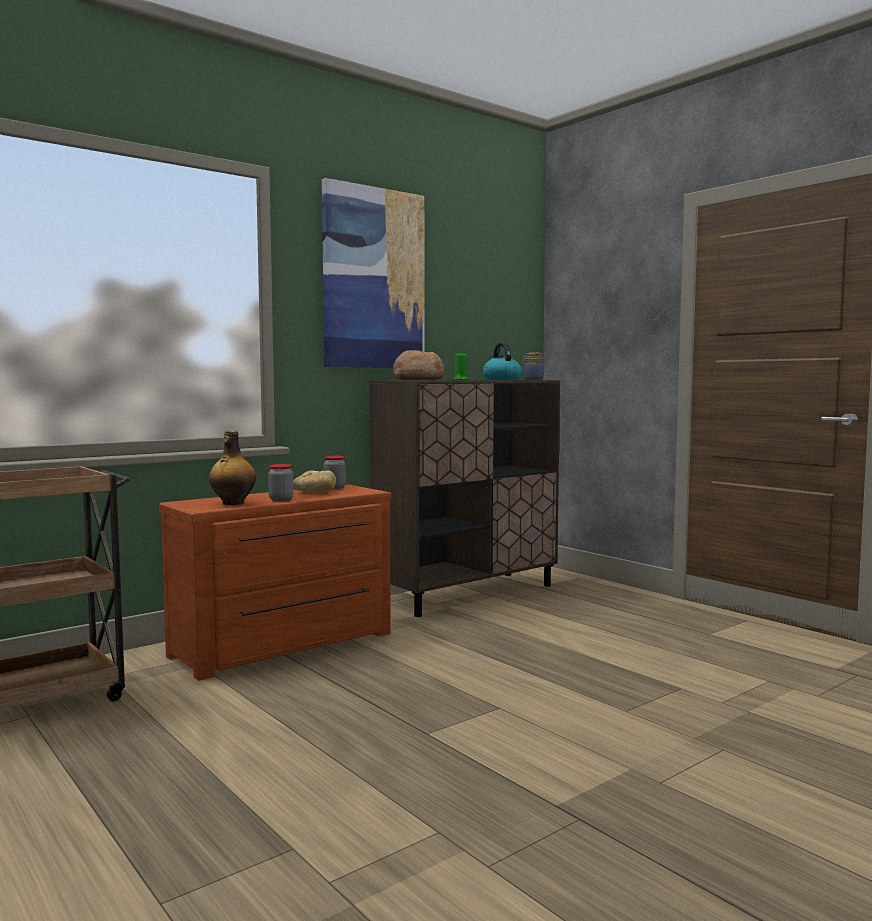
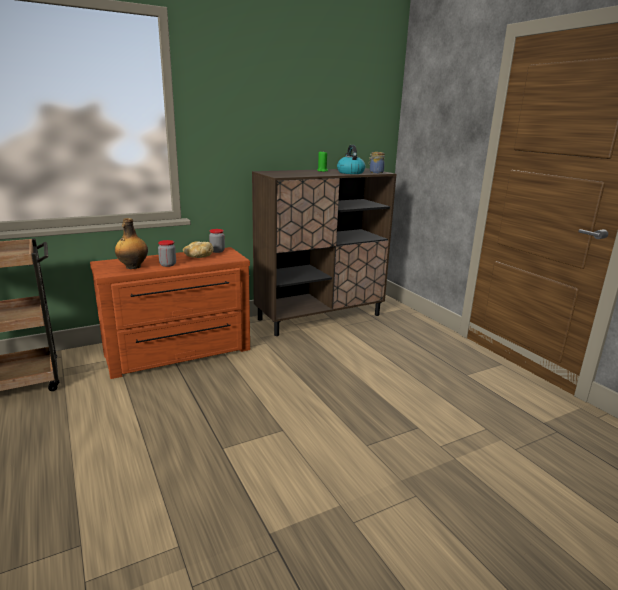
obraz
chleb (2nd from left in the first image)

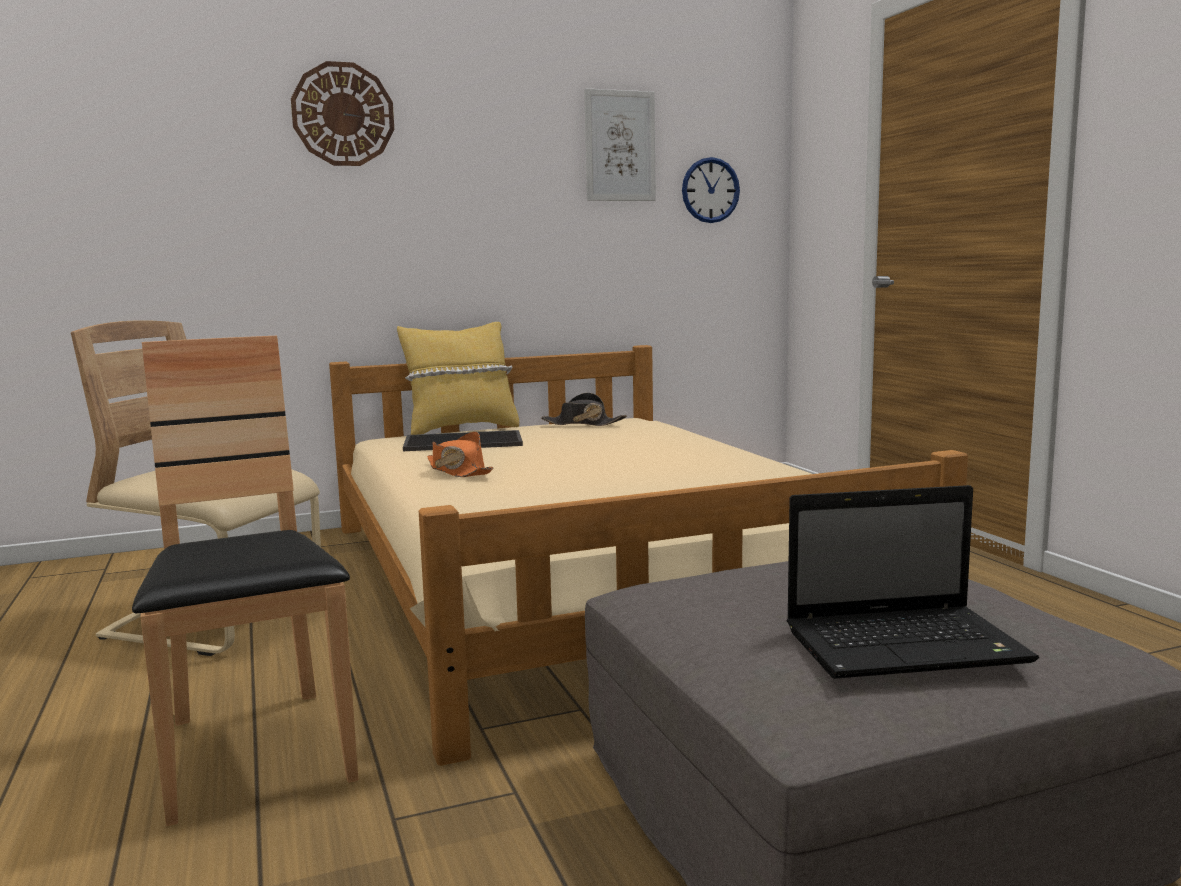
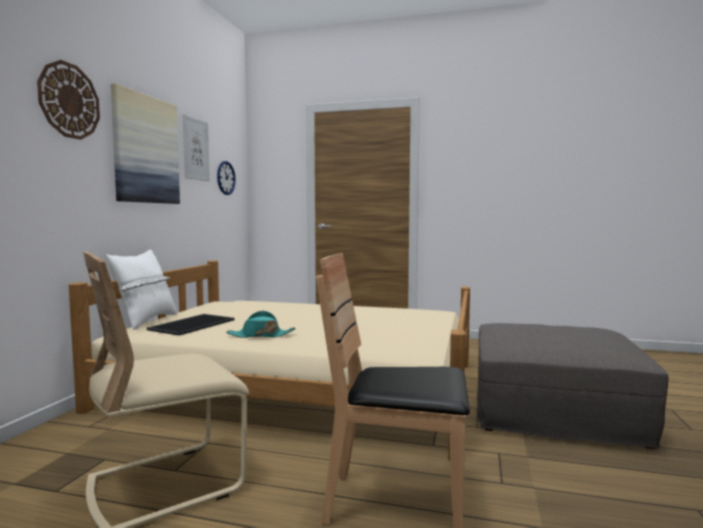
poduszka/biały
kapelusz/czarny
kapelusz/turkusowy
laptop
obraz (1st from left)

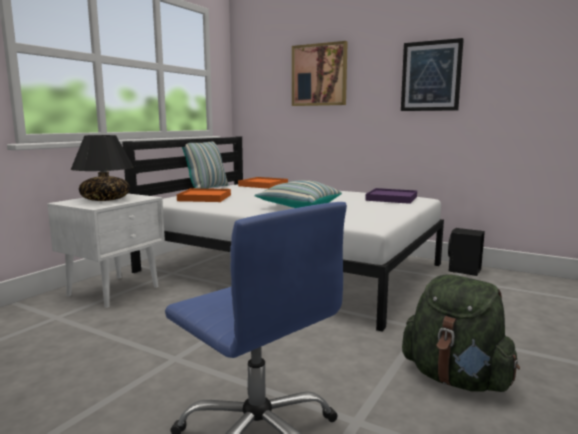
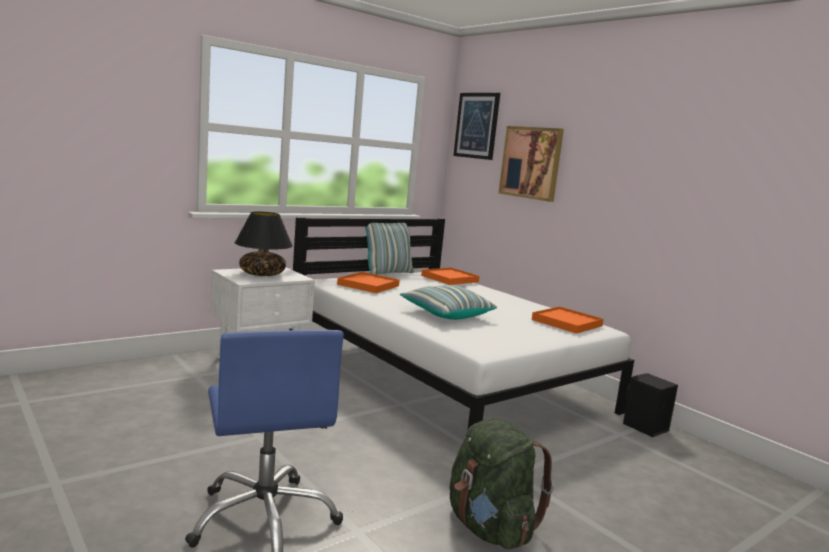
obraz (1st from left)
taca/pomarańczowy (3rd from left)

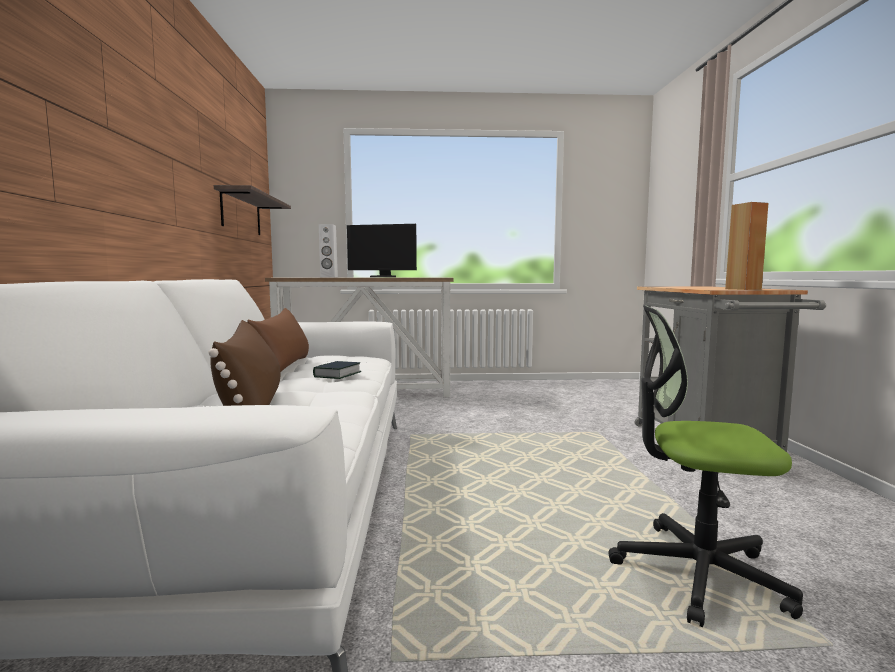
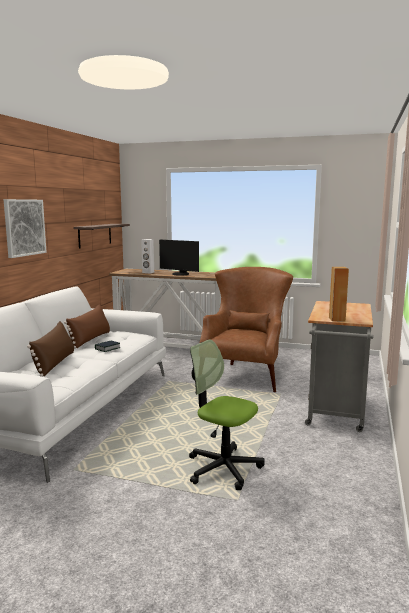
obraz
fotel/brązowy

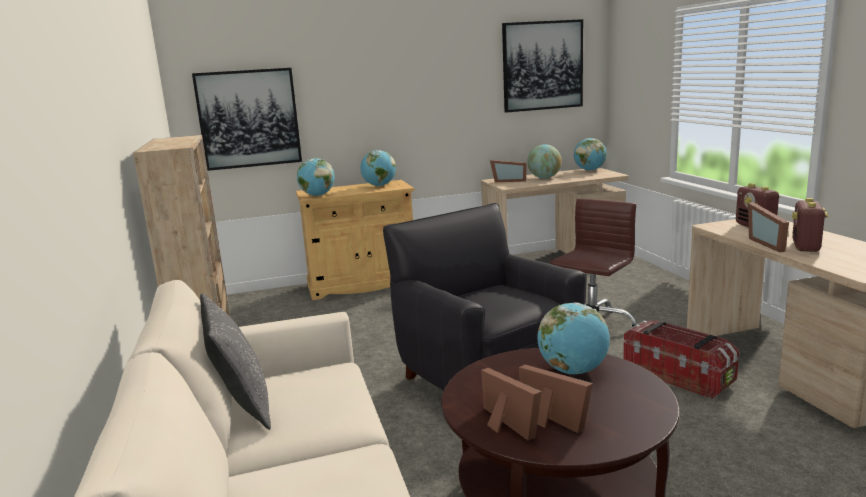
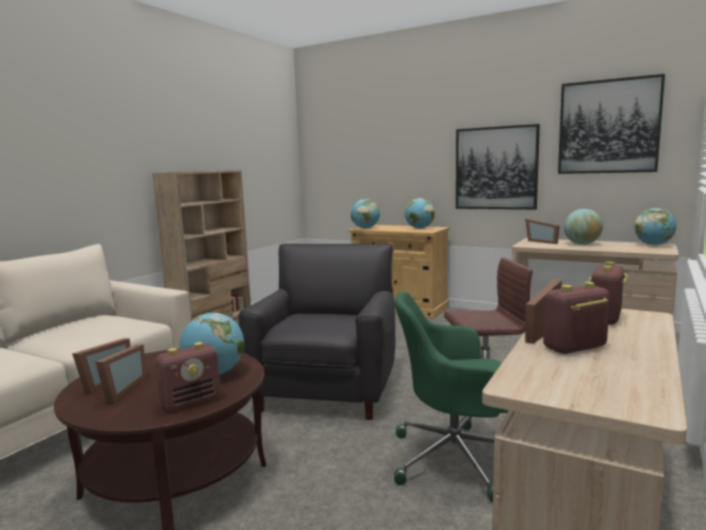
obraz (1st from left)
poduszka/szary
krzesło biurowe/zielony
radio (1st from left)

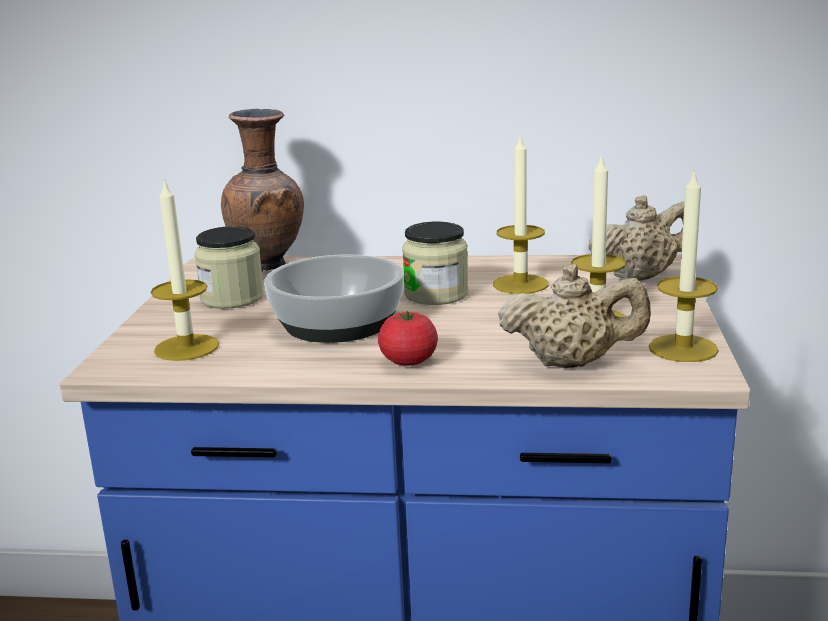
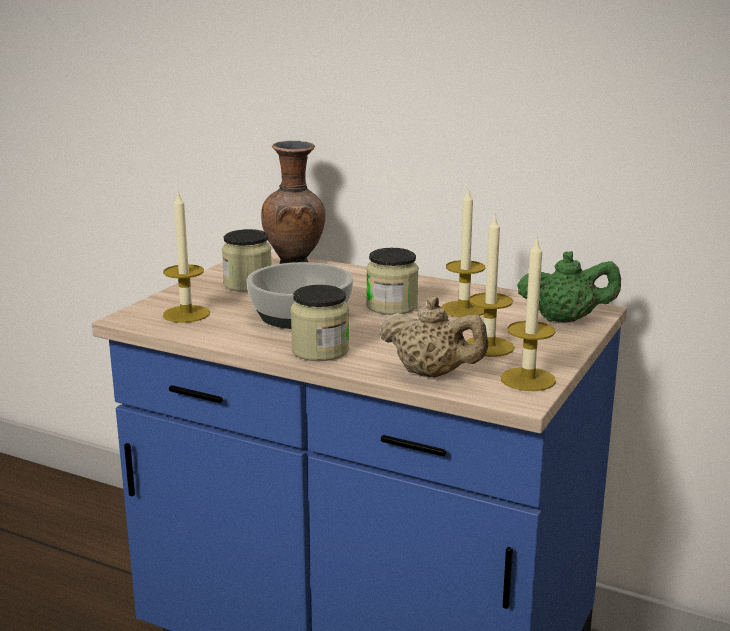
imbryk/zielony
słoik (2nd from left)

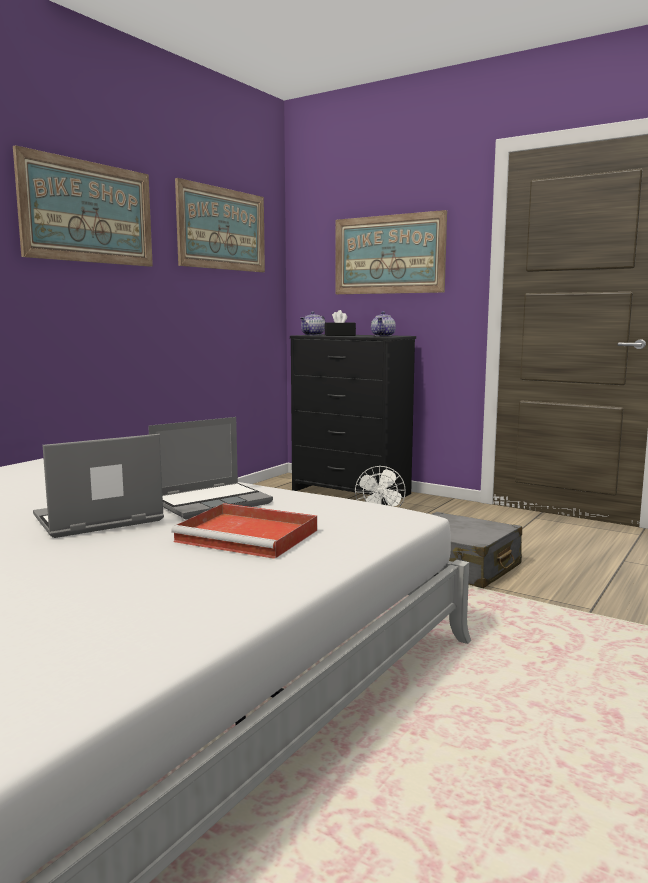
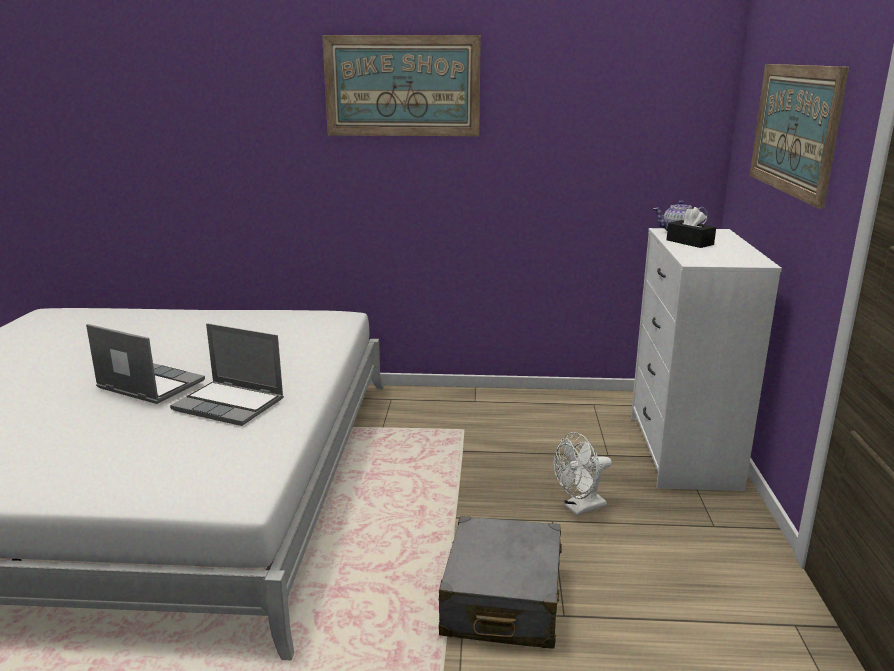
obraz (2nd from left in the first image)
imbryk (2nd from left in the first image)
komoda/biały
taca/czerwony

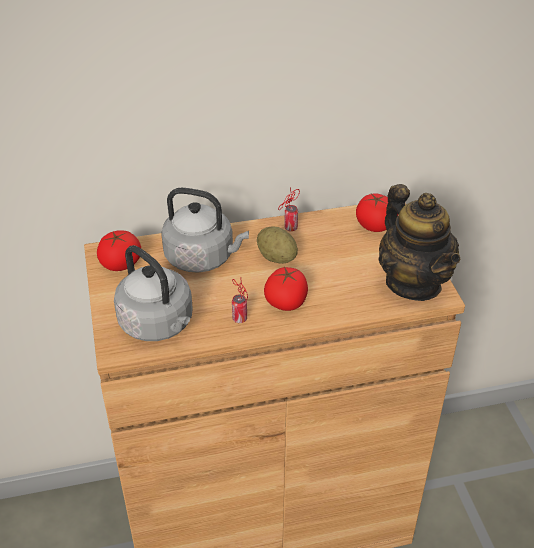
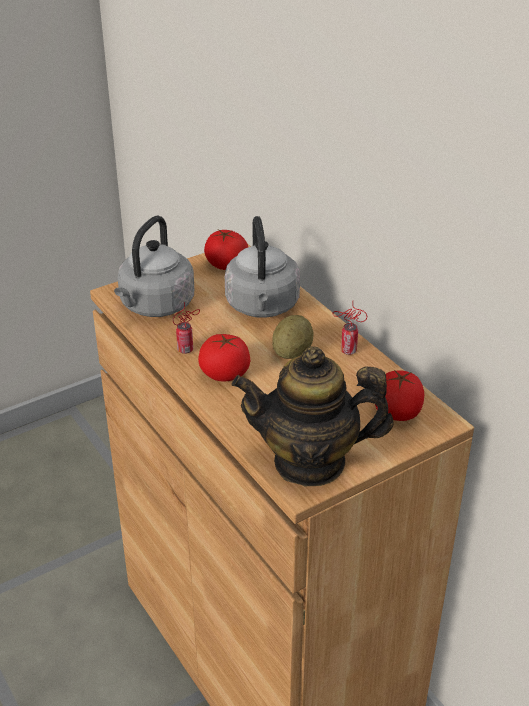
imbryk

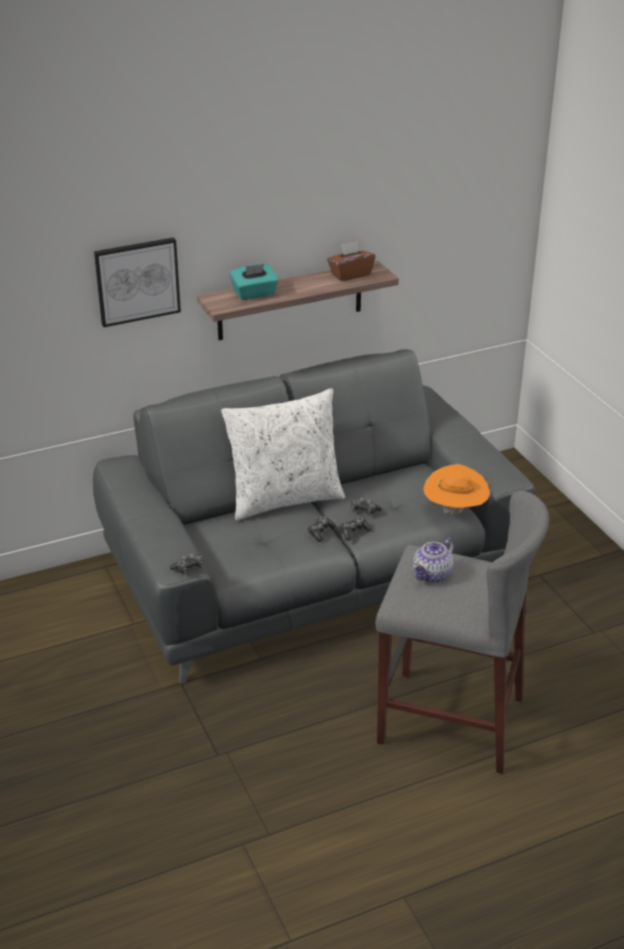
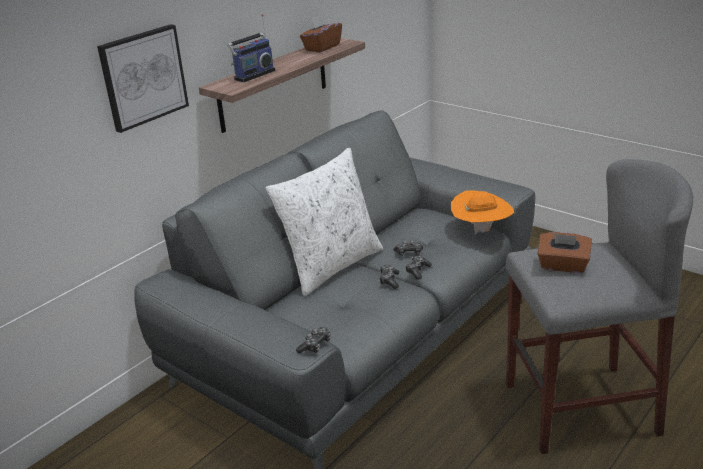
radio
pudełko chusteczek/brązowy (2nd from left)

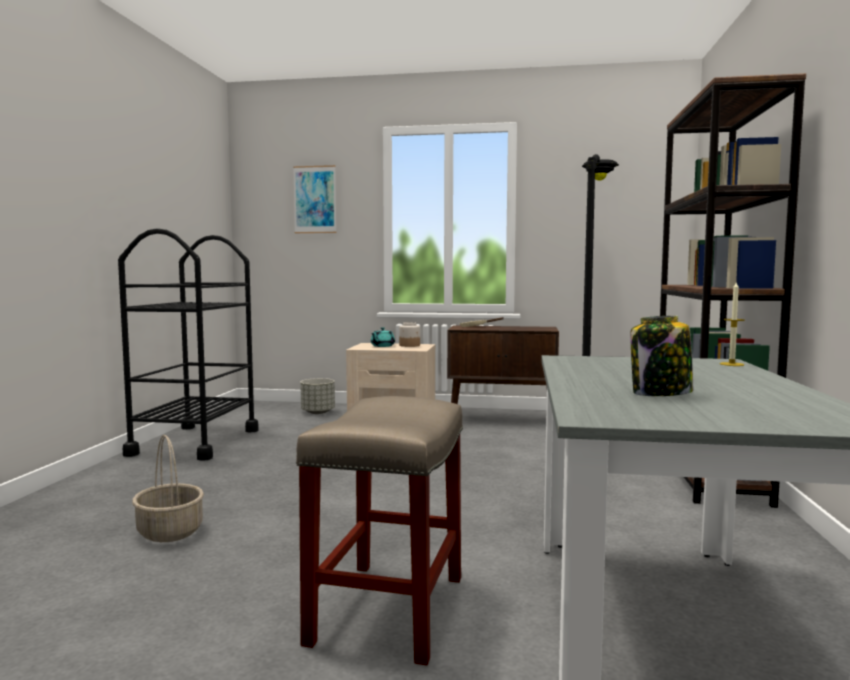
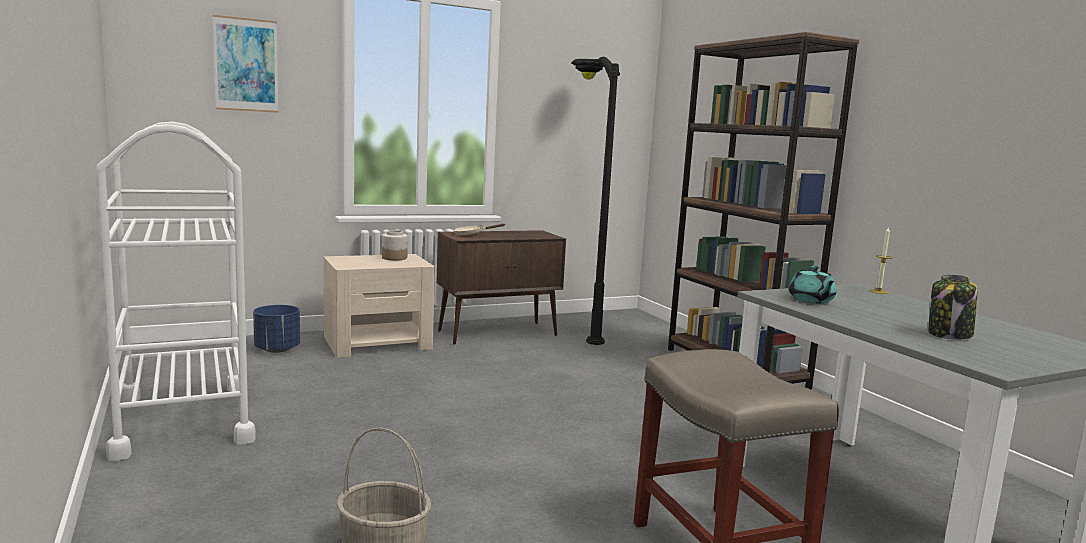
wózek/biały
imbryk/turkusowy
donica/niebieski

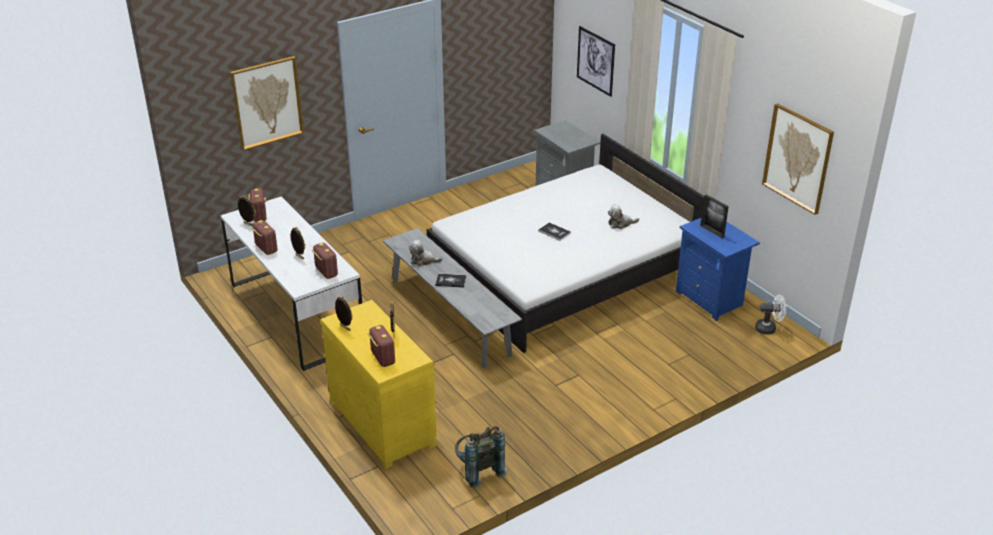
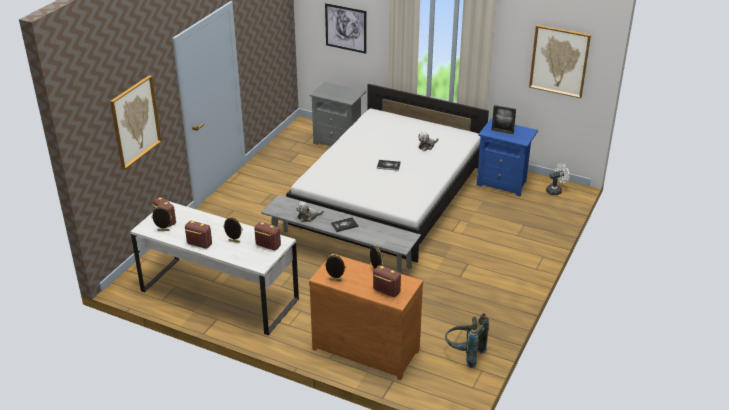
komoda/brązowy

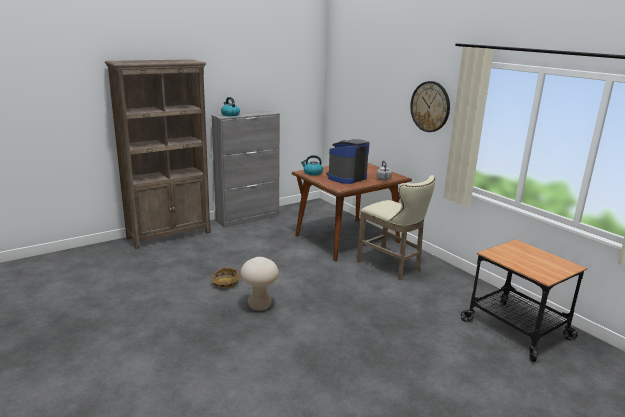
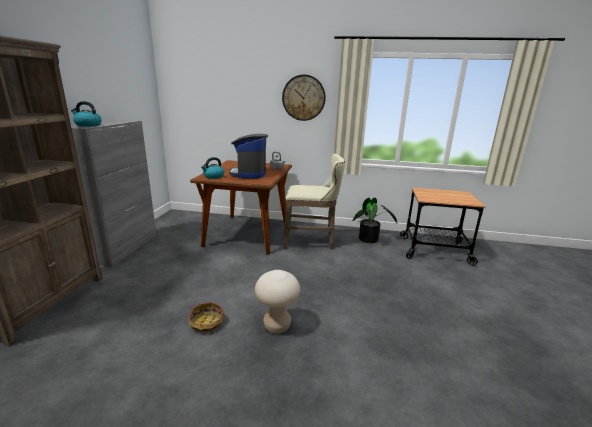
roślina doniczkowa

